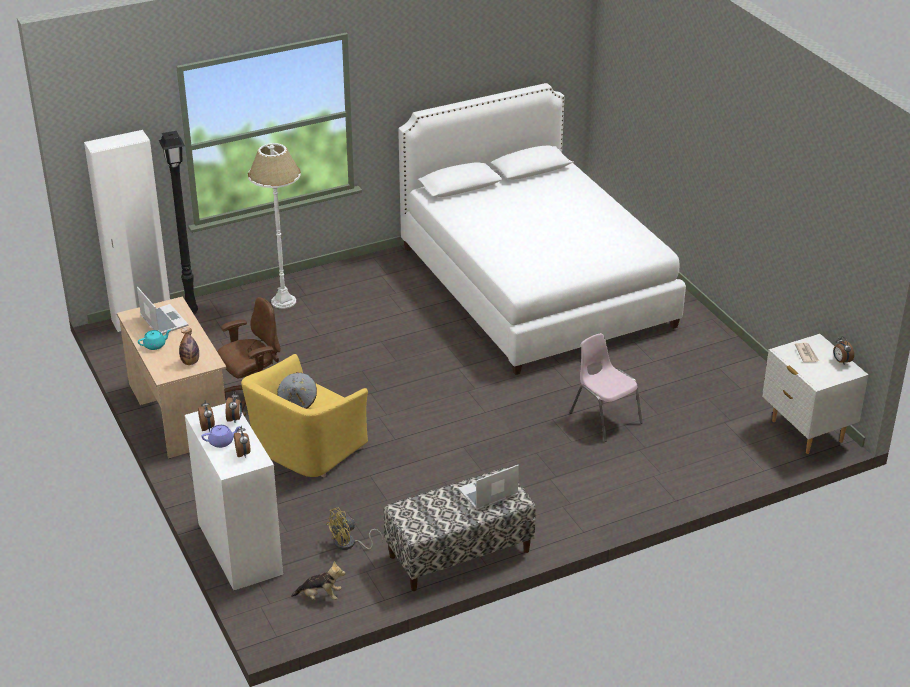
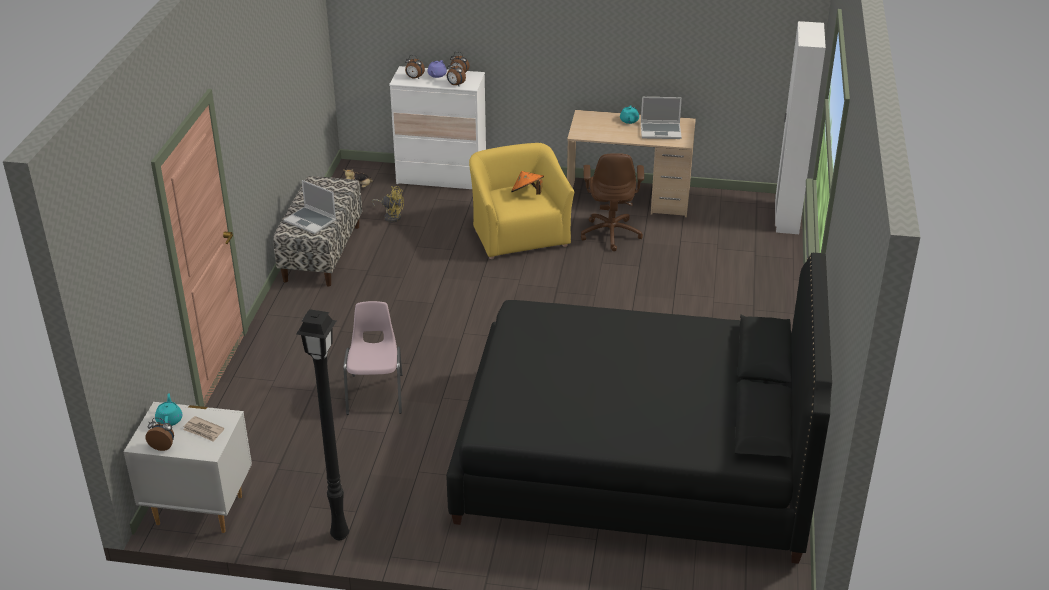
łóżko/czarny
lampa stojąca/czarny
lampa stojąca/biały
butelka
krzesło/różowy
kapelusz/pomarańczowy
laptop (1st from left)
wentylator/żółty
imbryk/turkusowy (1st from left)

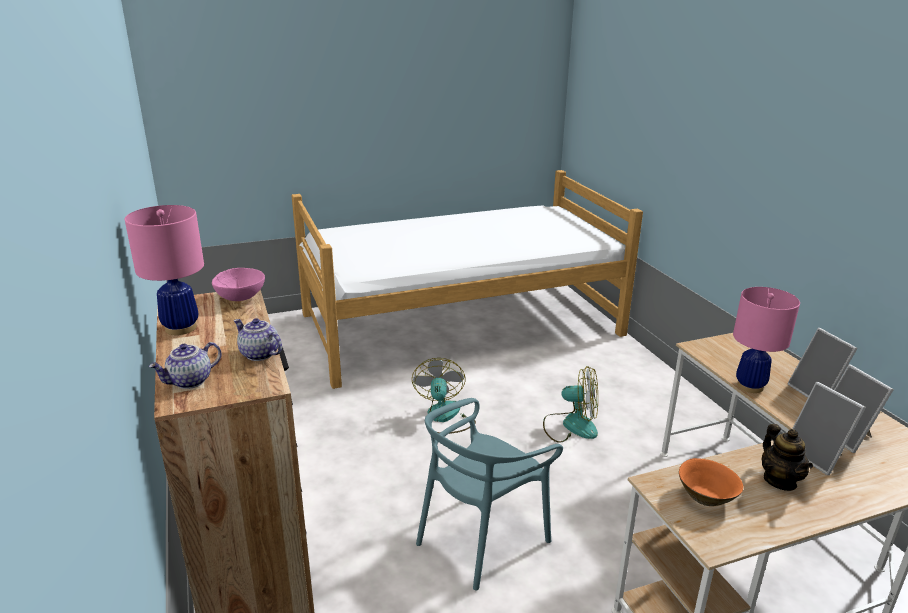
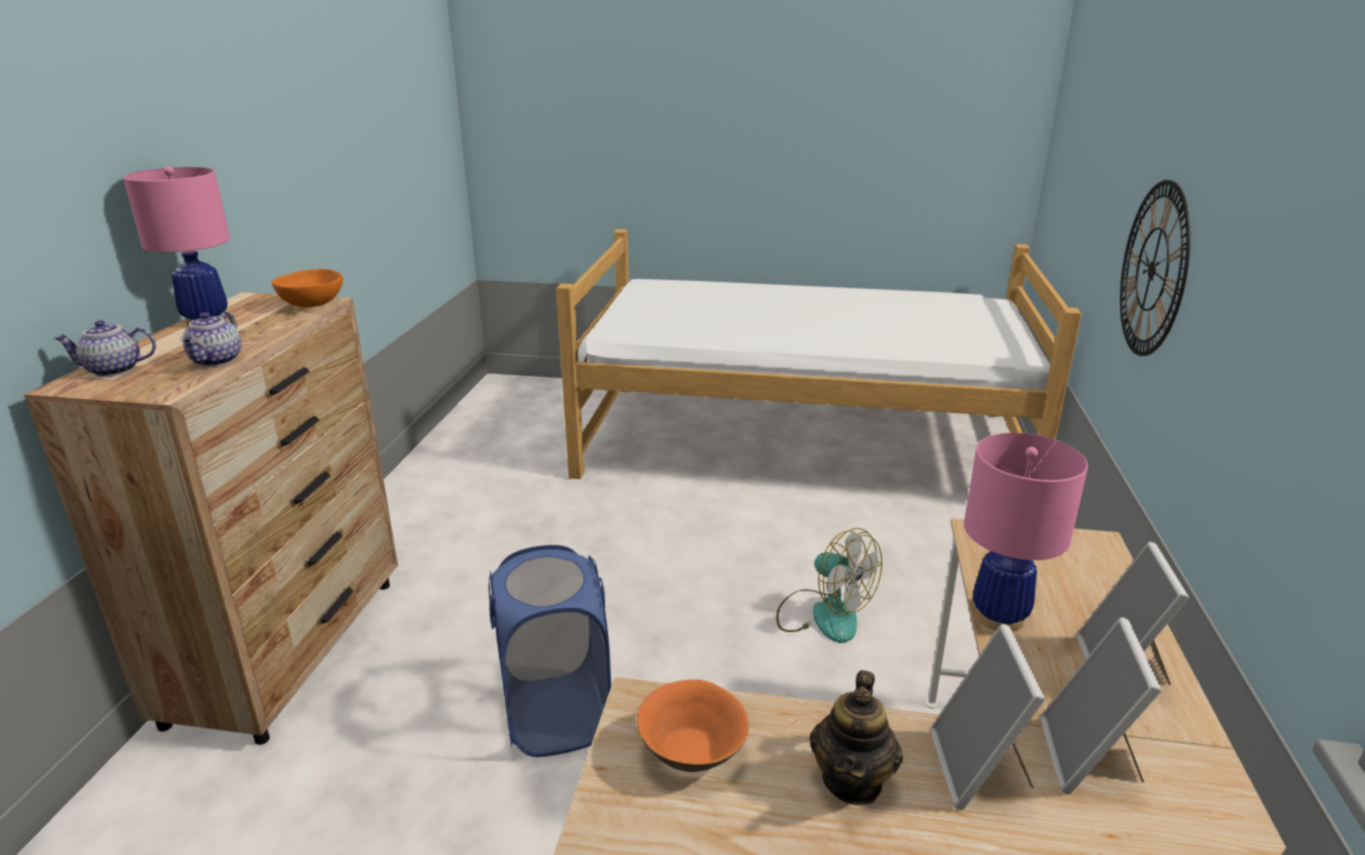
miska/pomarańczowy (1st from left)
imbryk (2nd from left)
wentylator (1st from left in the first image)
kosz na pranie/niebieski
zegar ścienny

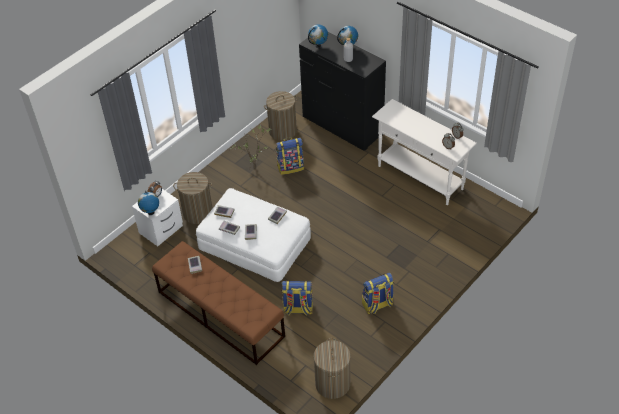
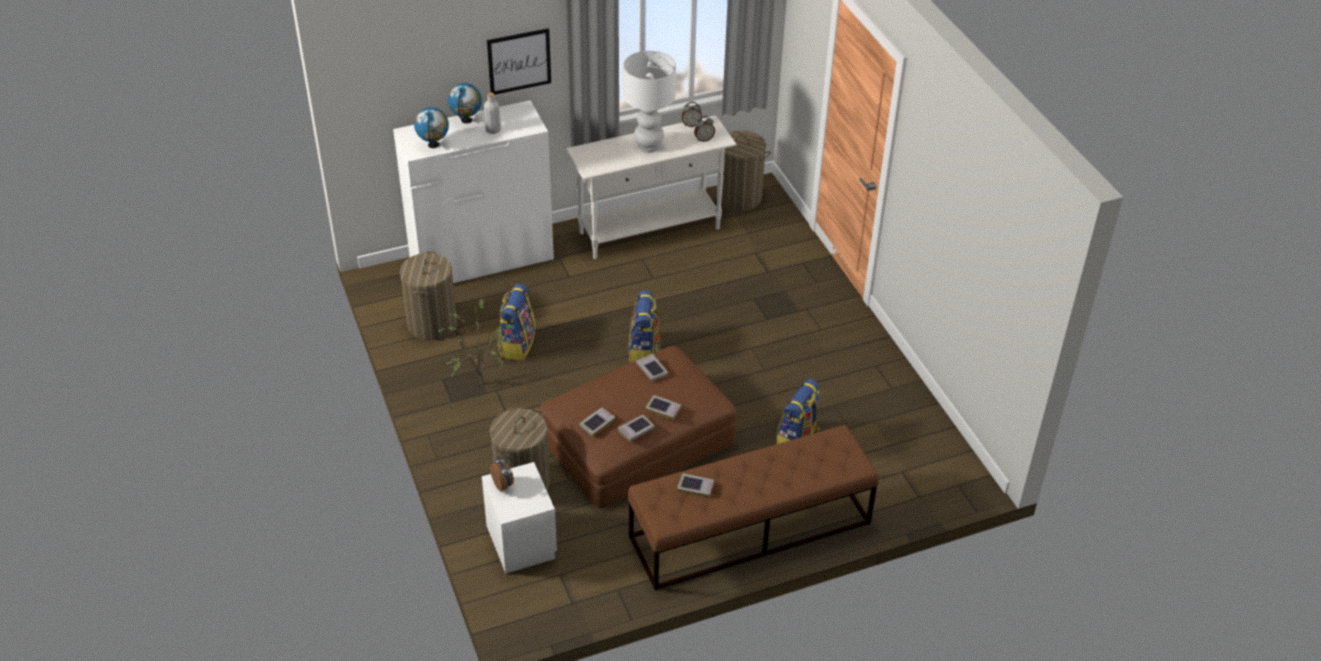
komoda/biały
pufa/brązowy
globus (1st from left in the first image)
plecak (2nd from left)
kosz na pranie (3rd from left)
obraz
lampa stołowa/biały

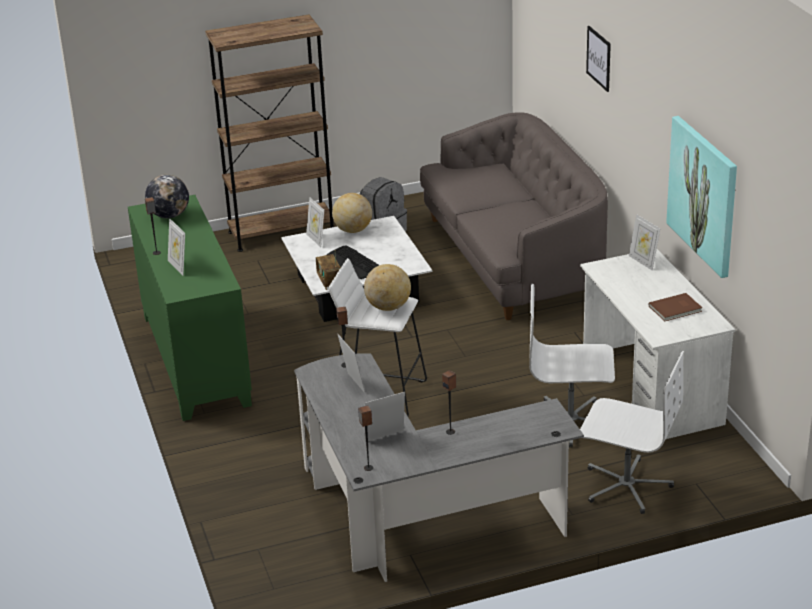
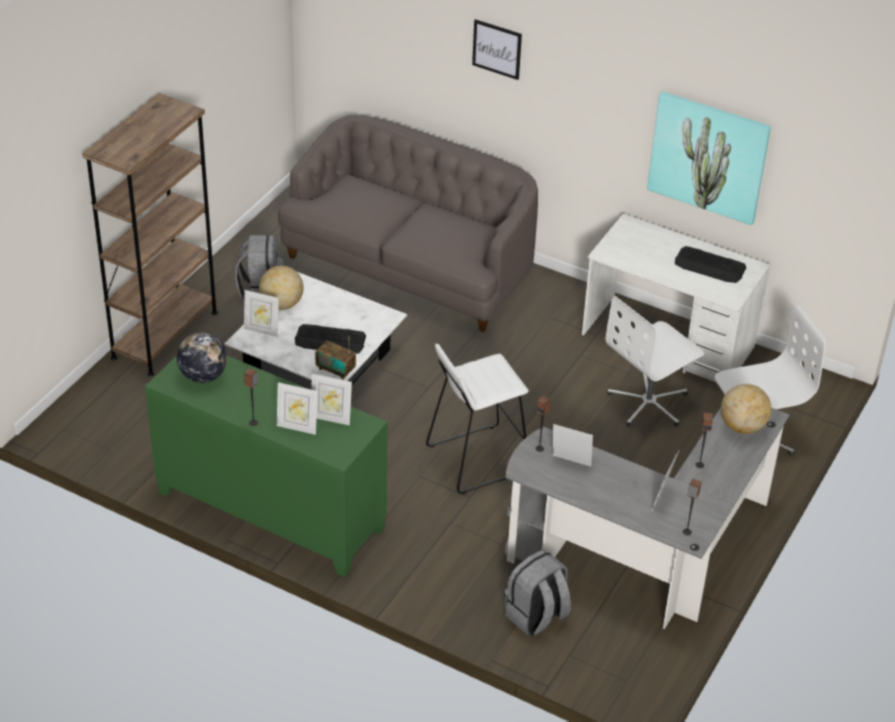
ramka na zdjęcie (3rd from left)
globus (3rd from left)
klawiatura (2nd from left)
plecak/szary (2nd from left)

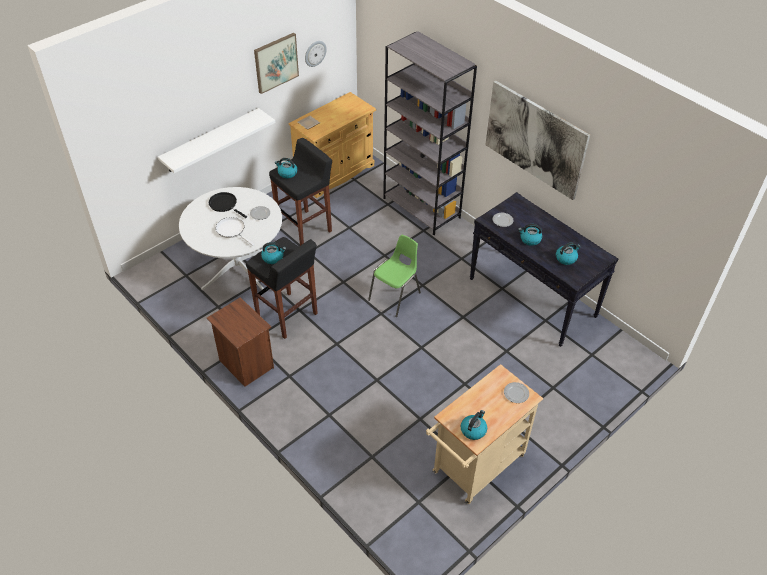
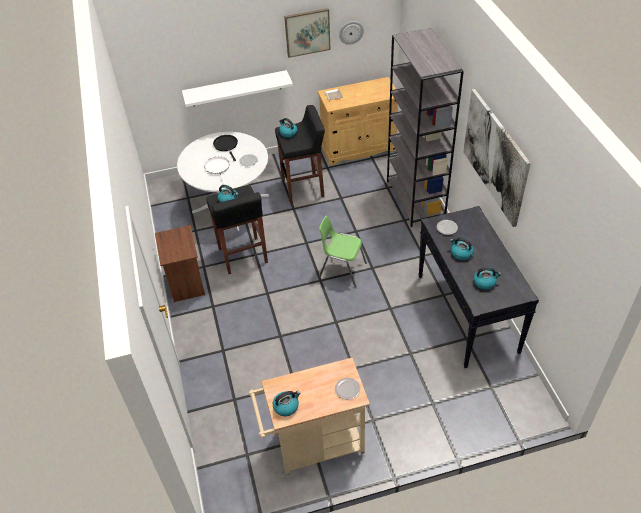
krzesło/zielony

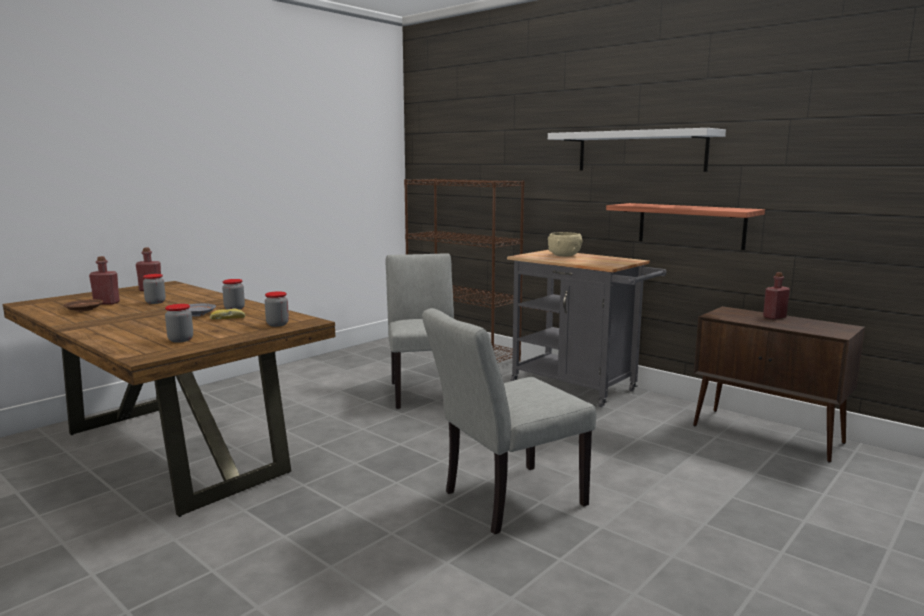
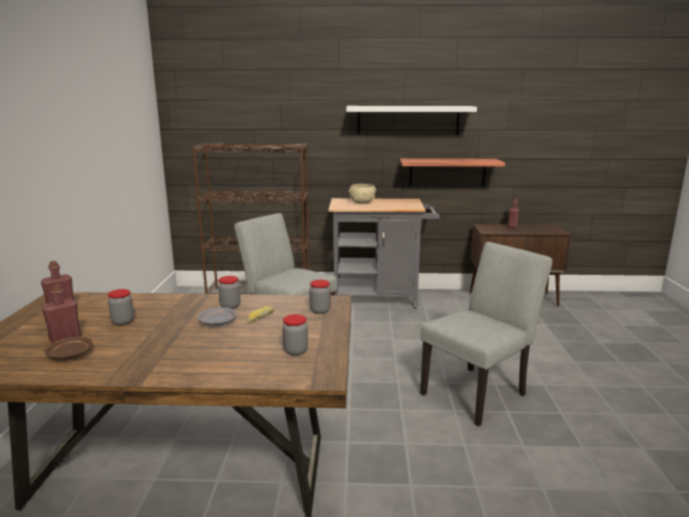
krzesło/szary (2nd from left)

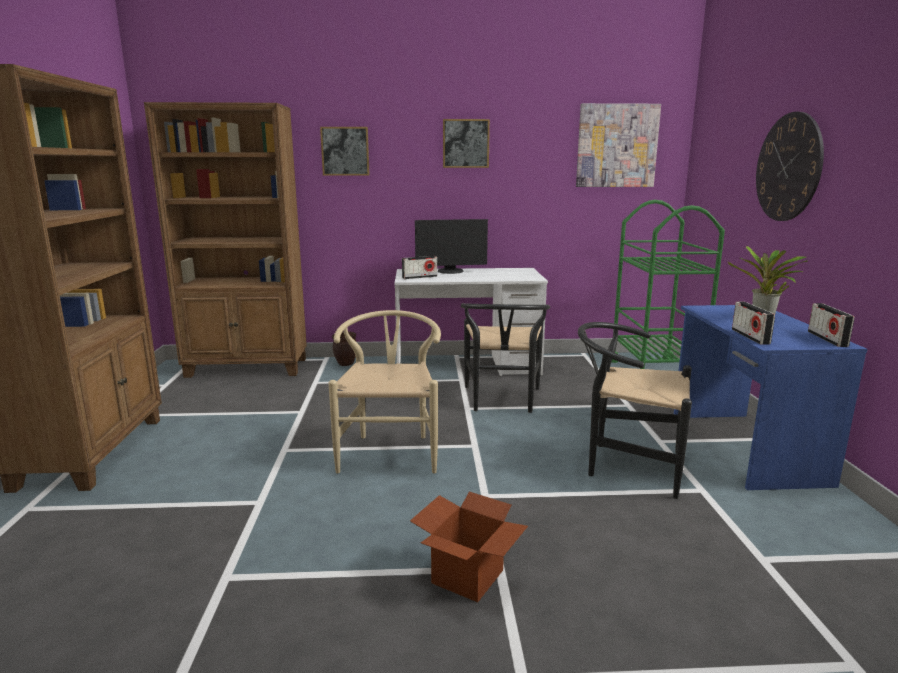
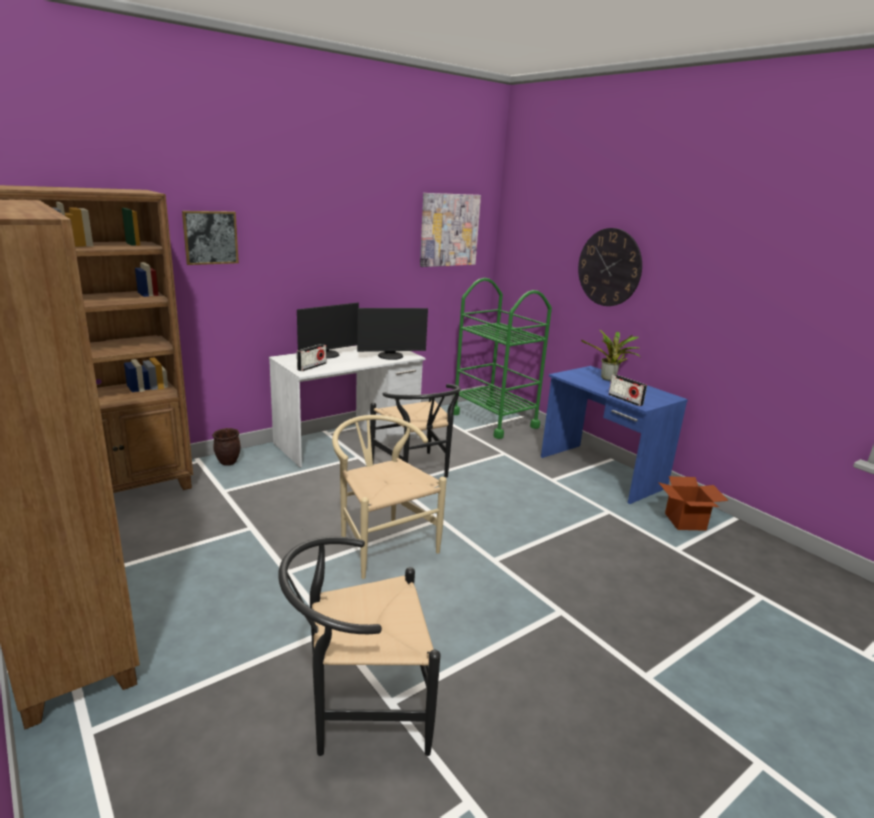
obraz (2nd from left in the first image)
radio (3rd from left in the first image)
krzesło/czarny (1st from left)
karton
monitor (2nd from left)

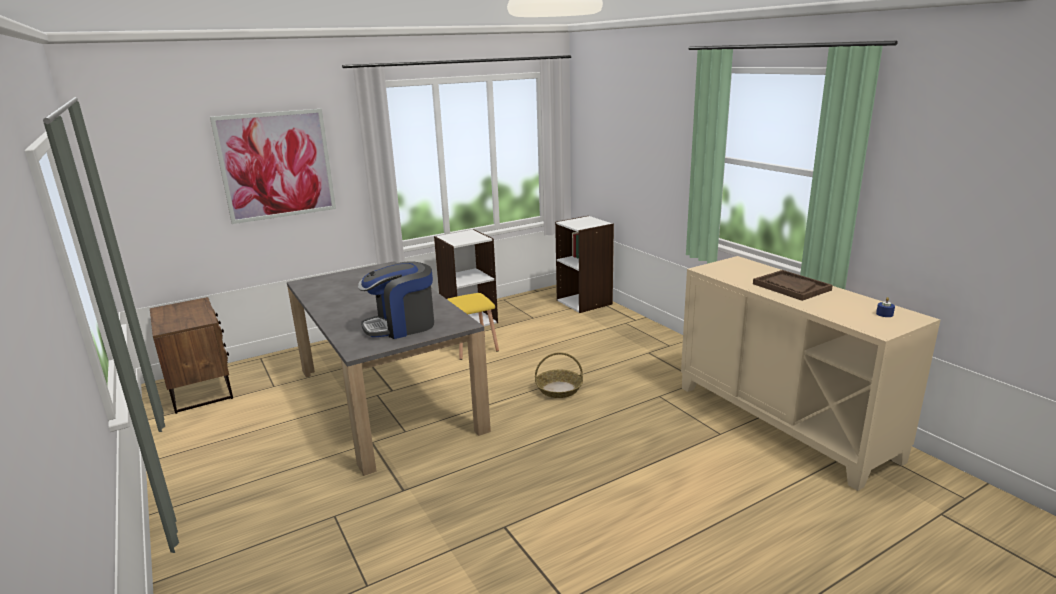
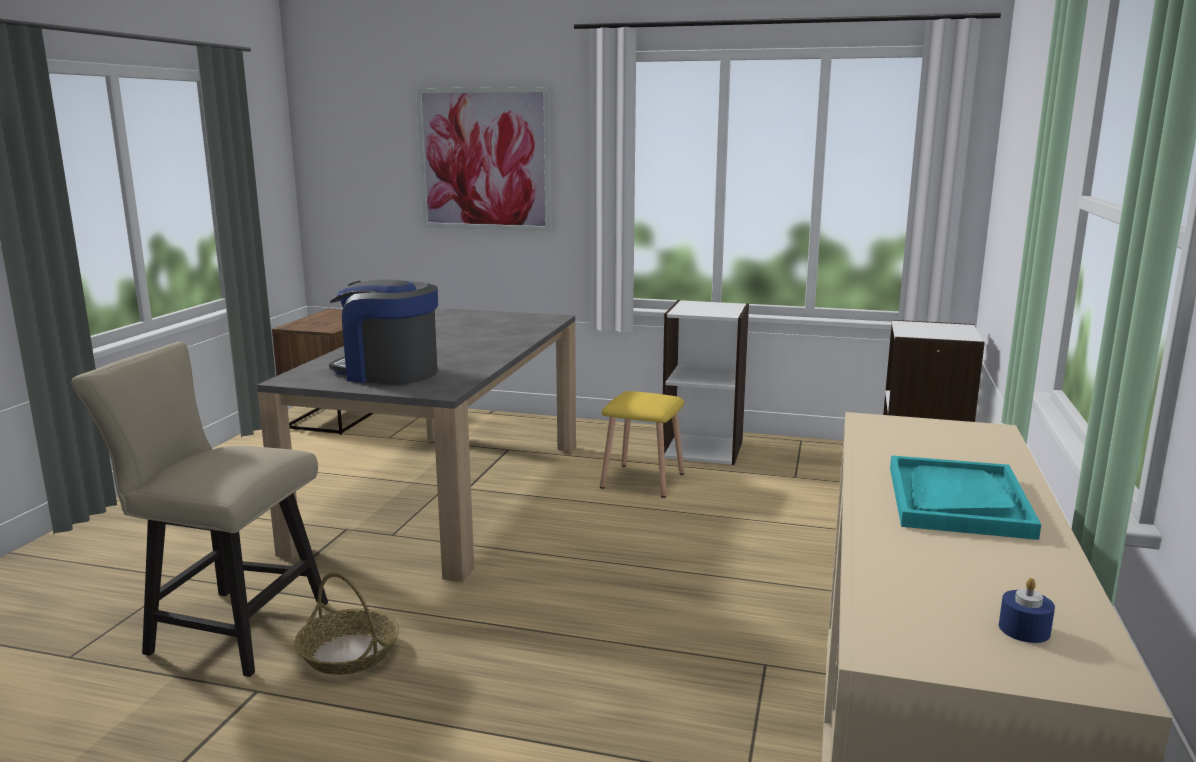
taca/turkusowy
koszyk
krzesło/beżowy

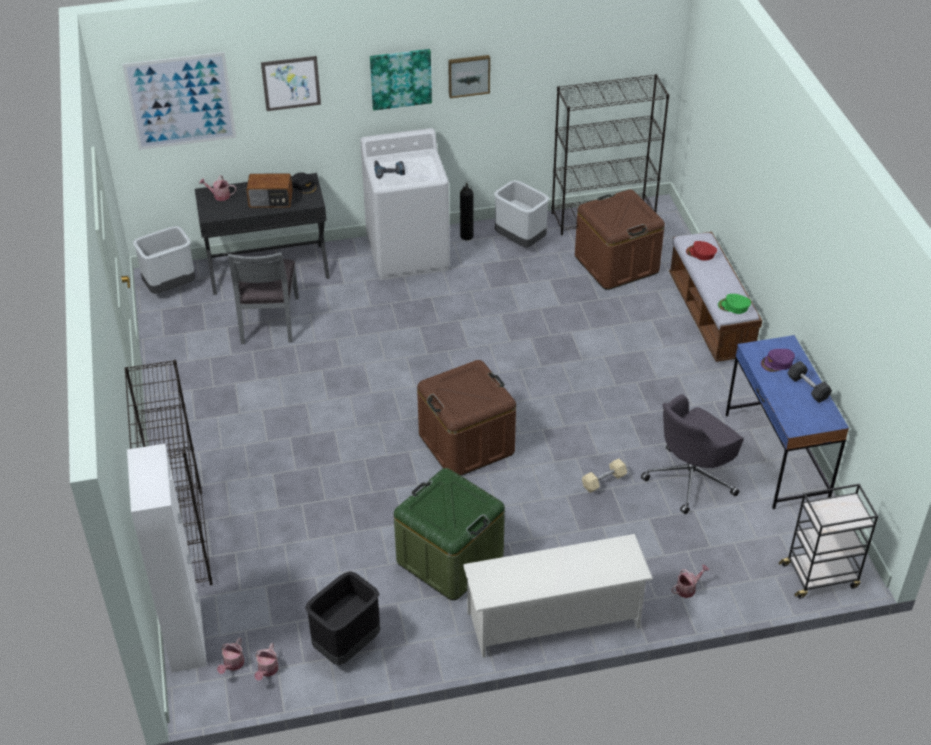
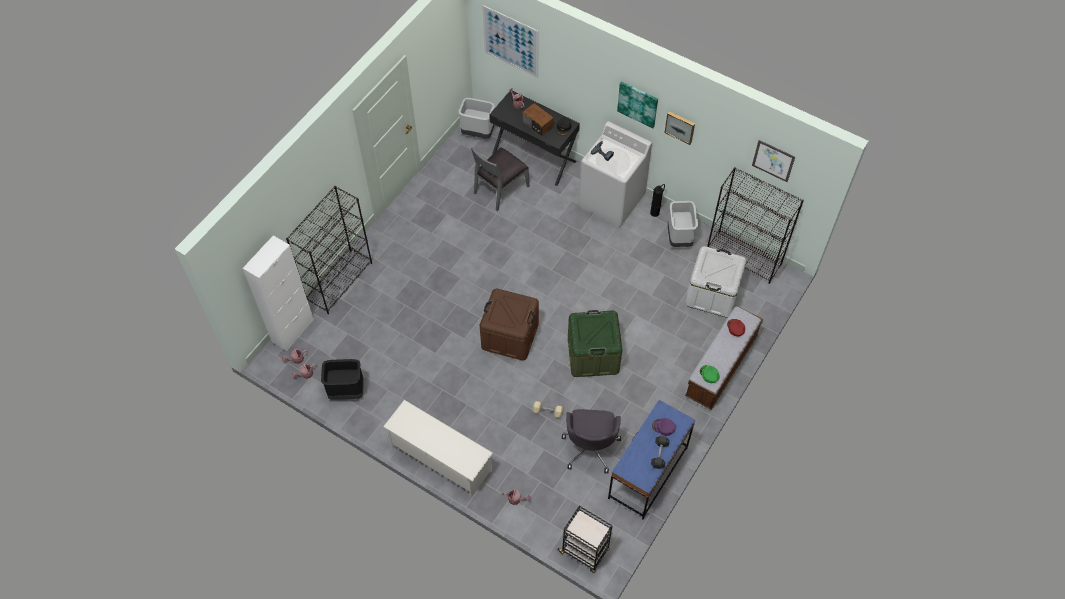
obraz (4th from left)
pojemnik do przechowywania/biały
krzesło biurowe/szary
pojemnik do przechowywania/zielony

